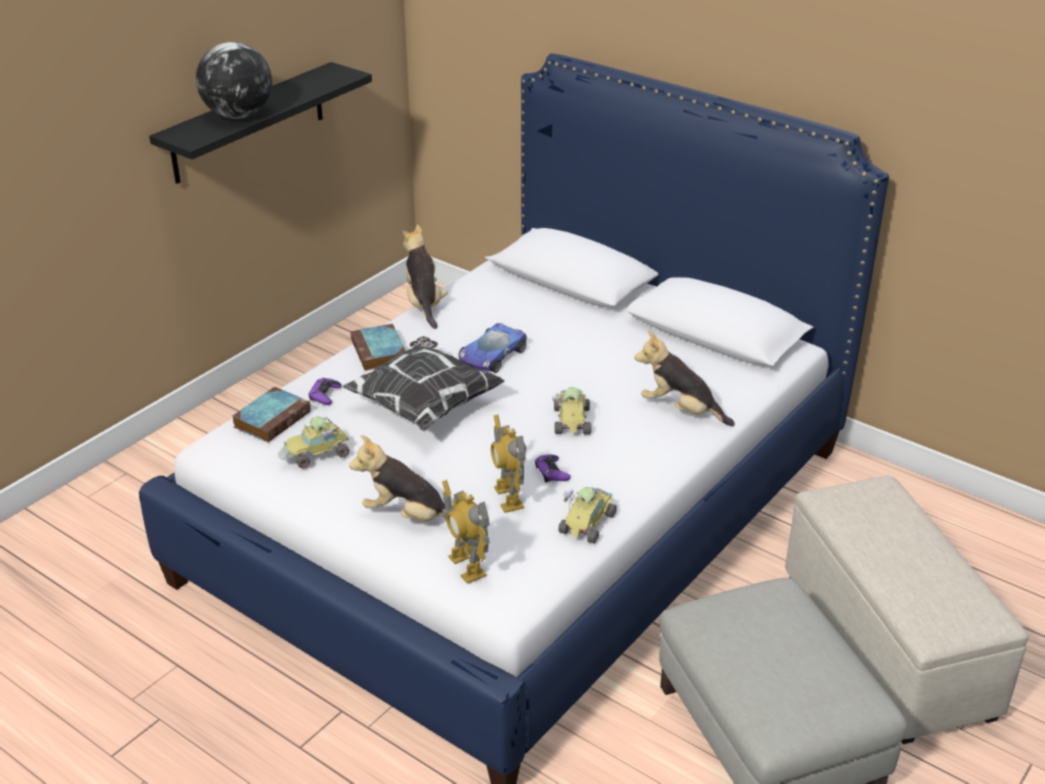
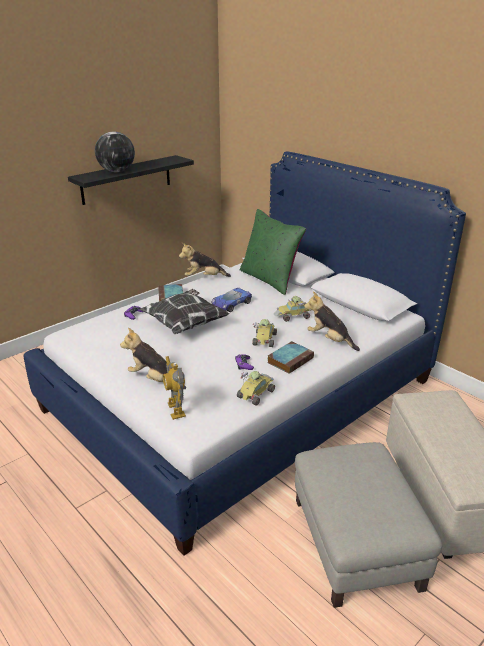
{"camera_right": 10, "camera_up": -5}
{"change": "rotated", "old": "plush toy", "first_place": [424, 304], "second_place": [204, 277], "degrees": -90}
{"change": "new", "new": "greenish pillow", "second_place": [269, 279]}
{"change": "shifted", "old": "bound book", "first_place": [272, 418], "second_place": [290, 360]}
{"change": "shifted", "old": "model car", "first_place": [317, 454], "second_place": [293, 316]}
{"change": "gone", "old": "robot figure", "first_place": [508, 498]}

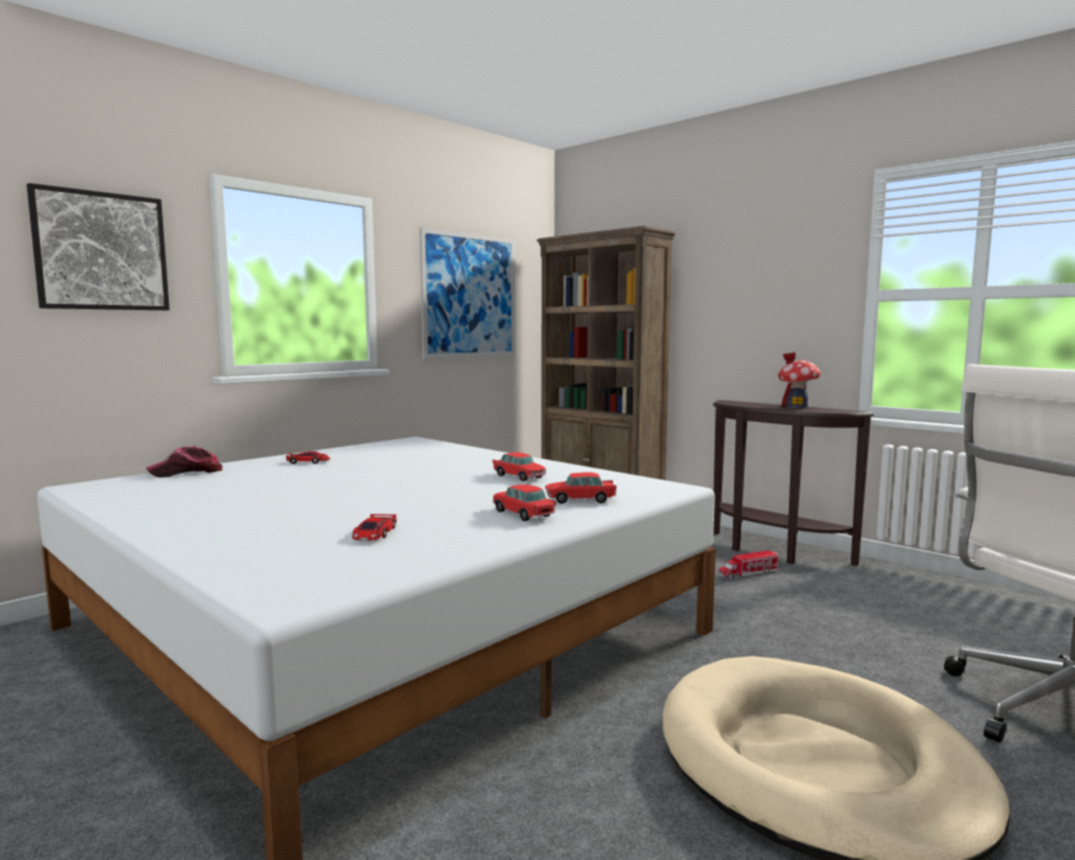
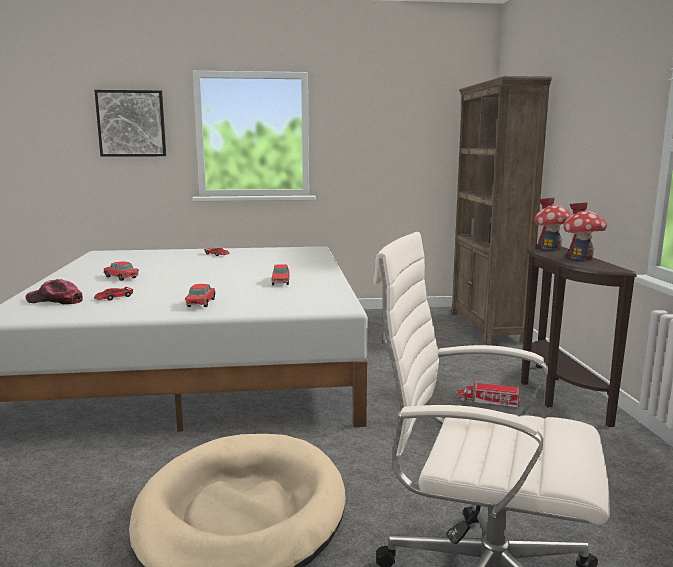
{"camera_right": 40, "camera_up": 5}
{"change": "shifted", "old": "cap", "first_place": [186, 472], "second_place": [55, 301]}
{"change": "shifted", "old": "model car", "first_place": [580, 500], "second_place": [121, 277]}
{"change": "new", "new": "miniature house", "second_place": [551, 248]}
{"change": "gone", "old": "wall art", "first_place": [470, 296]}

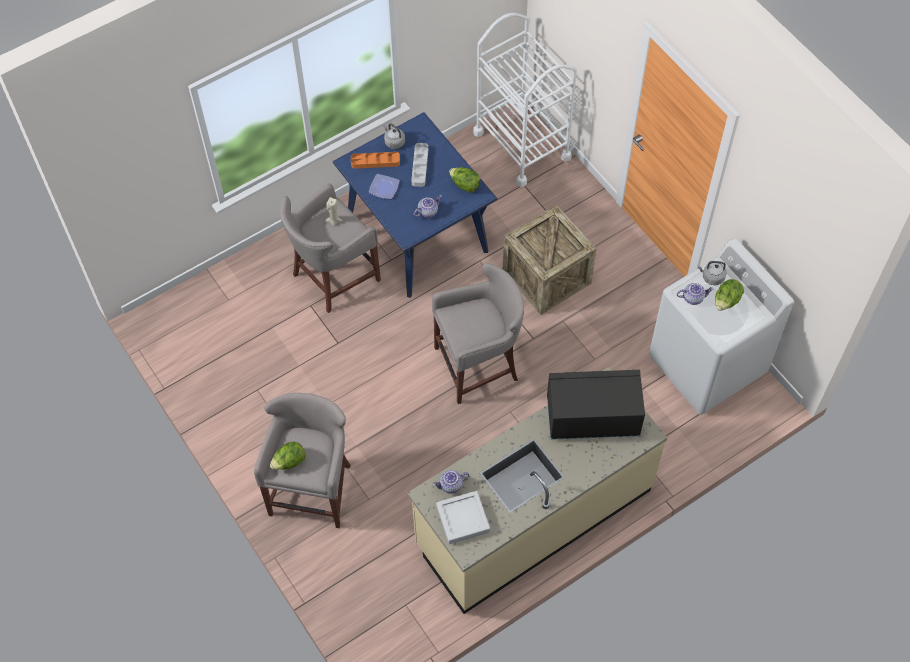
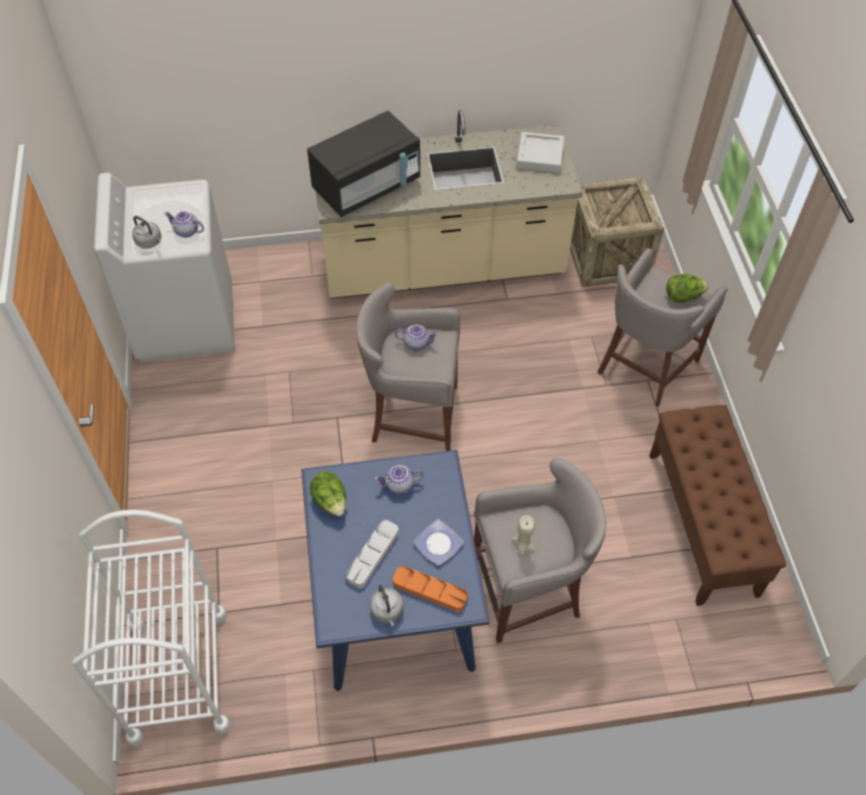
{"camera_right": -155, "camera_up": -5}
{"change": "rotated", "old": "blackish microwave", "first_place": [592, 417], "second_place": [367, 186], "degrees": -60}
{"change": "shifted", "old": "tea pot", "first_place": [451, 486], "second_place": [417, 343]}
{"change": "shifted", "old": "crate", "first_place": [546, 277], "second_place": [607, 256]}
{"change": "new", "new": "brownish long seat", "second_place": [702, 523]}
{"change": "gone", "old": "lettuce head", "first_place": [726, 301]}

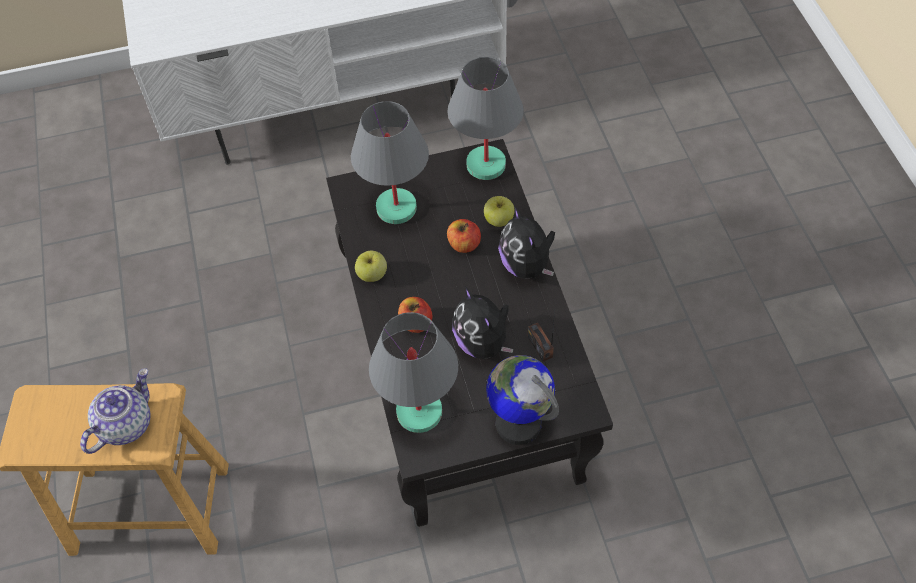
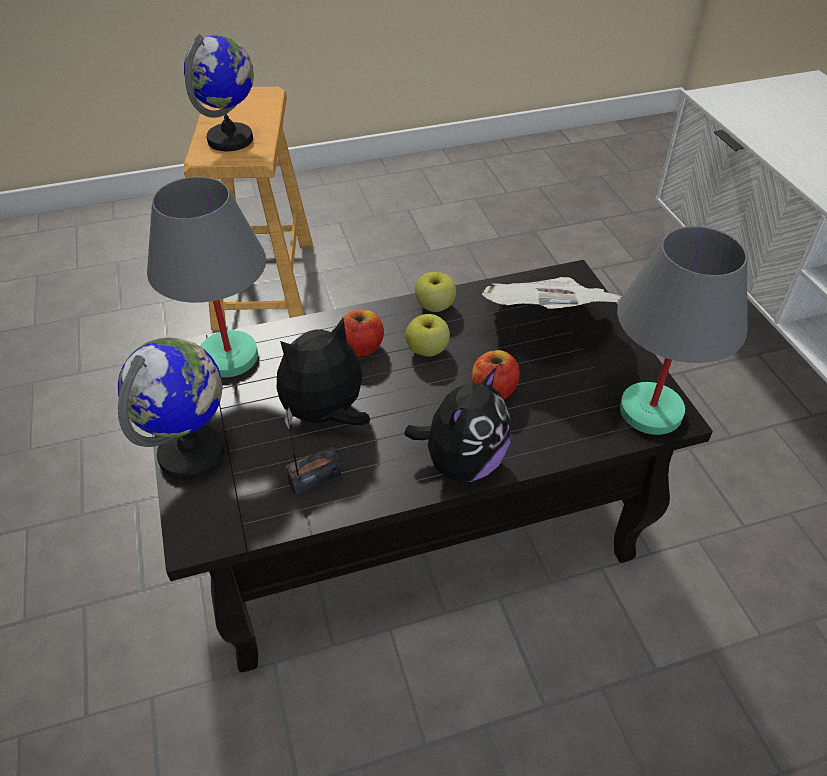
{"camera_right": 85, "camera_up": -10}
{"change": "swapped", "old": "tea pot", "new": "world globe", "first_place": [125, 424], "second_place": [231, 139]}
{"change": "rotated", "old": "plush toy", "first_place": [526, 265], "second_place": [462, 462], "degrees": 150}
{"change": "shifted", "old": "apple", "first_place": [499, 220], "second_place": [427, 350]}
{"change": "swapped", "old": "gray tabletop lamp", "new": "printed paper", "first_place": [395, 208], "second_place": [546, 321]}

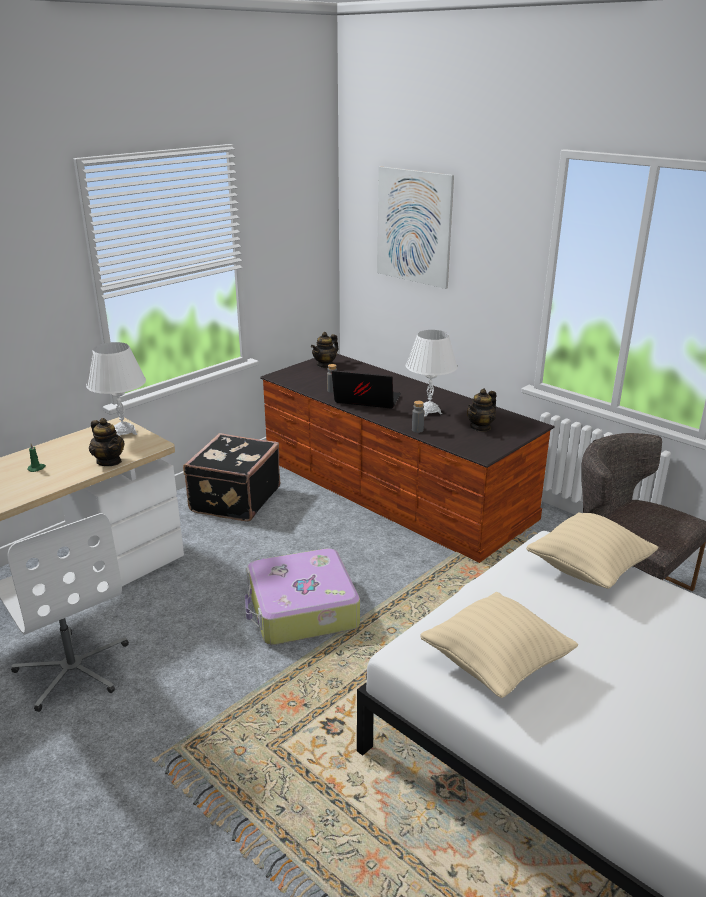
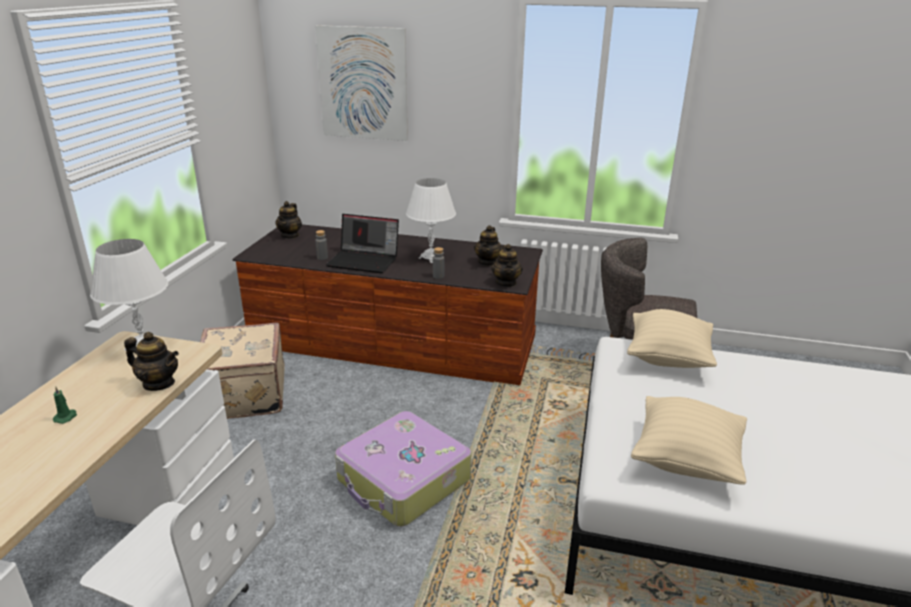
{"camera_right": -30, "camera_up": 0}
{"change": "repainted", "old": "blackish travel case", "new": "beige-coloured travel case", "first_place": [234, 499], "second_place": [243, 395]}
{"change": "rotated", "old": "notebook computer", "first_place": [365, 401], "second_place": [364, 261], "degrees": -150}
{"change": "new", "new": "tea pot", "second_place": [506, 283]}

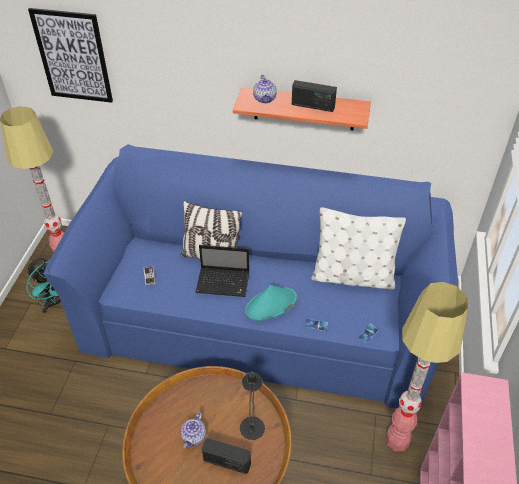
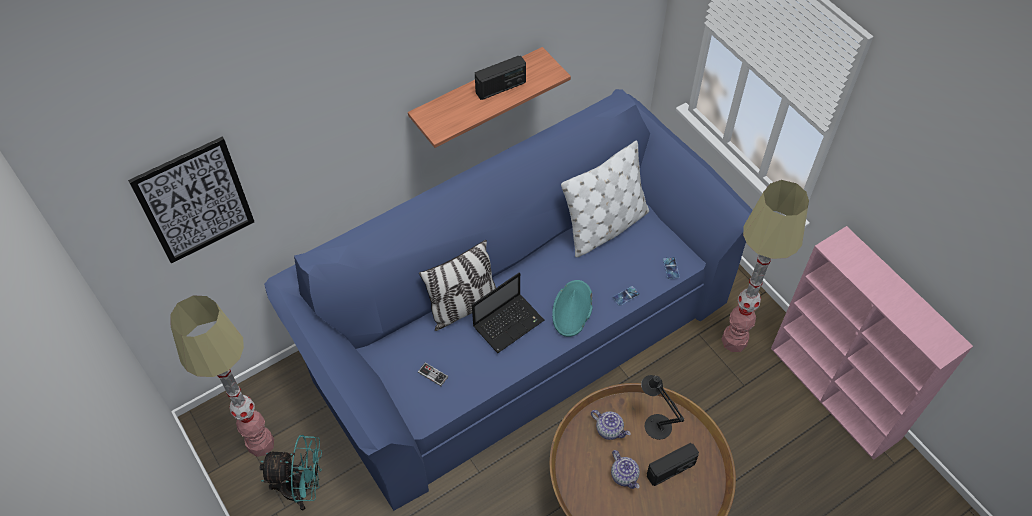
{"camera_right": -45, "camera_up": 10}
{"change": "shifted", "old": "tea pot", "first_place": [265, 99], "second_place": [609, 429]}

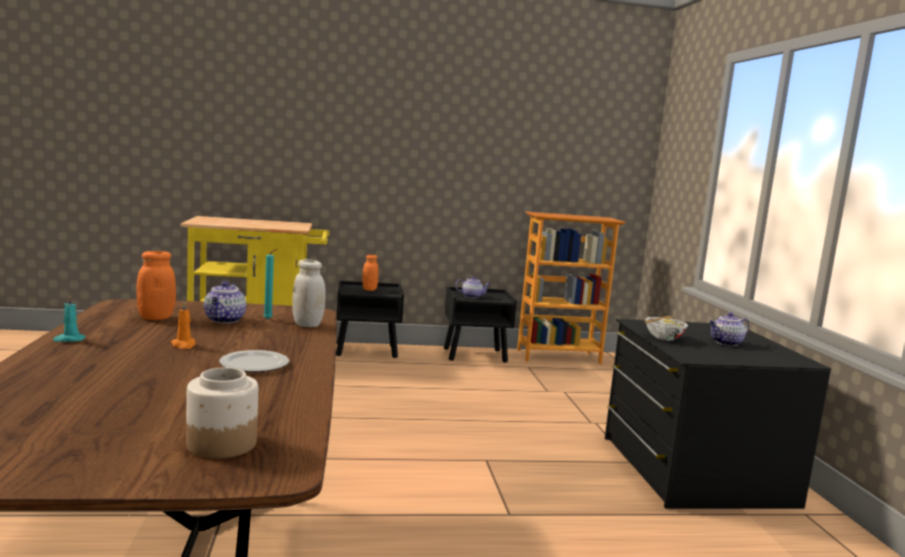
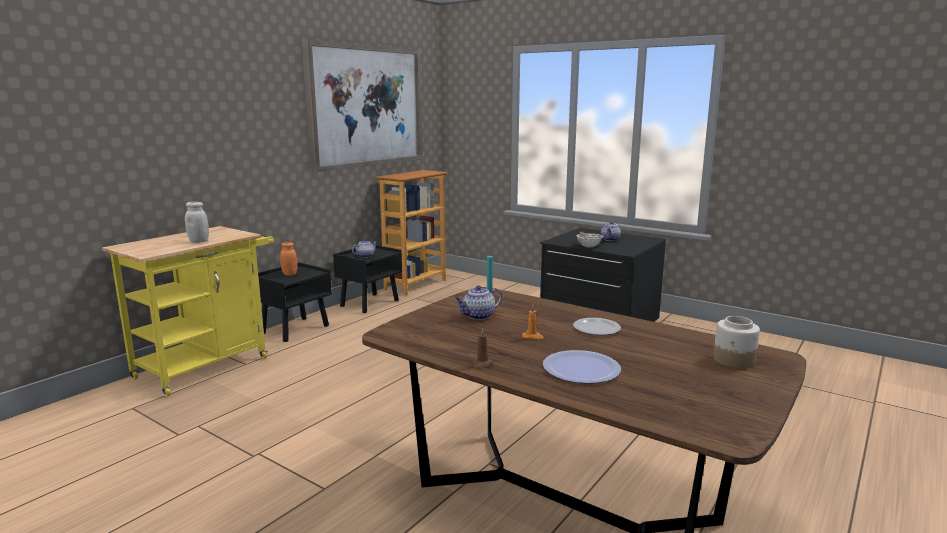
{"camera_right": -45, "camera_up": 5}
{"change": "shifted", "old": "white jar", "first_place": [307, 324], "second_place": [199, 241]}
{"change": "new", "new": "wall art", "second_place": [366, 106]}
{"change": "rotated", "old": "tea pot", "first_place": [225, 320], "second_place": [478, 316], "degrees": 105}
{"change": "repainted", "old": "turquoise-coloured wax light", "new": "brownish wax light", "first_place": [69, 339], "second_place": [482, 364]}
{"change": "new", "new": "dinner plate", "second_place": [581, 369]}
{"change": "gone", "old": "orange jar", "first_place": [156, 317]}

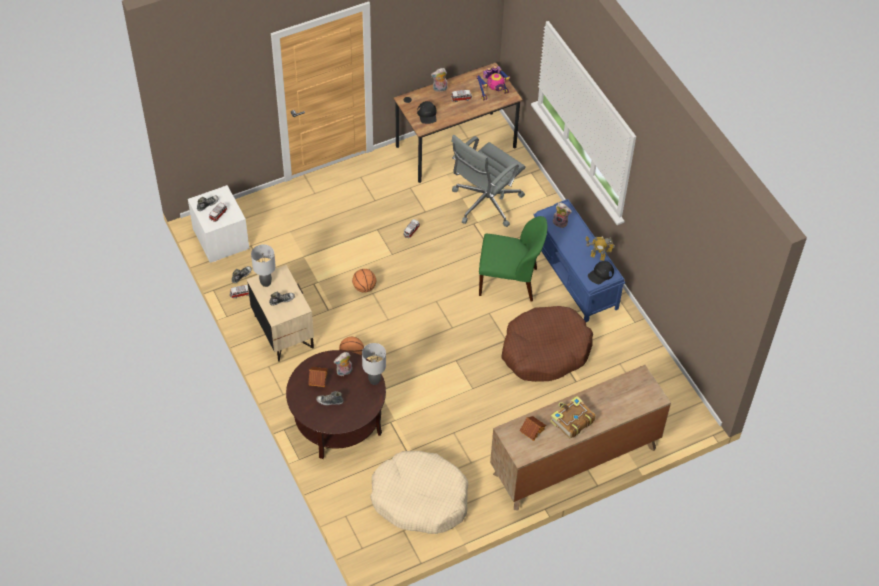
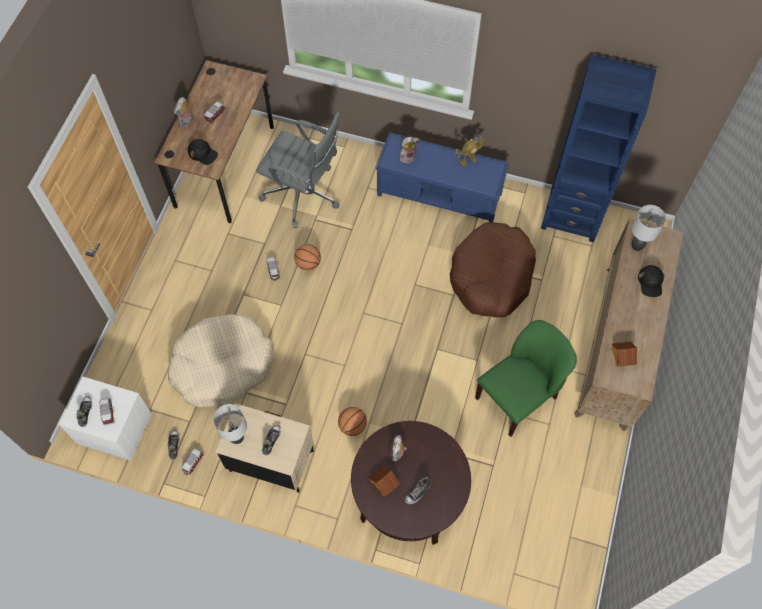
{"camera_right": -45, "camera_up": 10}
{"change": "shifted", "old": "beige-coloured dog cushion", "first_place": [420, 499], "second_place": [222, 365]}
{"change": "rotated", "old": "gray computer chair", "first_place": [485, 203], "second_place": [304, 194], "degrees": -60}
{"change": "shifted", "old": "basketball", "first_place": [364, 287], "second_place": [308, 263]}
{"change": "shifted", "old": "greenish plain chair", "first_place": [509, 281], "second_place": [517, 397]}
{"change": "new", "new": "bluish bookcase", "second_place": [571, 216]}
{"change": "shifted", "old": "gray tabletop lamp", "first_place": [374, 380], "second_place": [636, 246]}
{"change": "shifted", "old": "blackish cap", "first_place": [600, 274], "second_place": [650, 282]}
{"change": "gone", "old": "robot figure", "first_place": [493, 93]}
{"change": "gone", "old": "bound book", "first_place": [571, 421]}

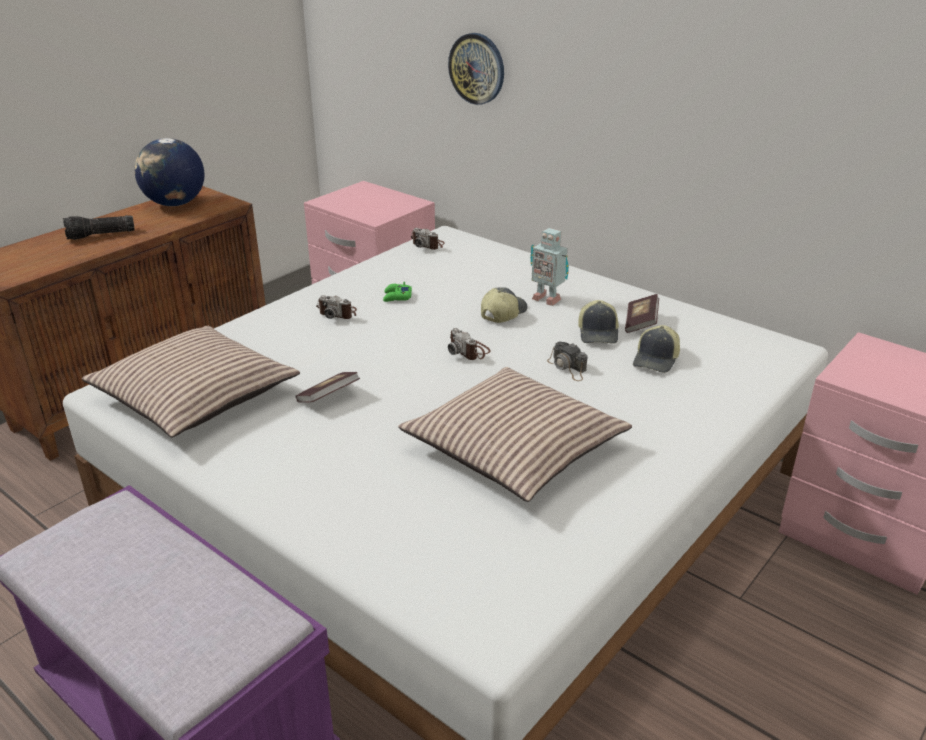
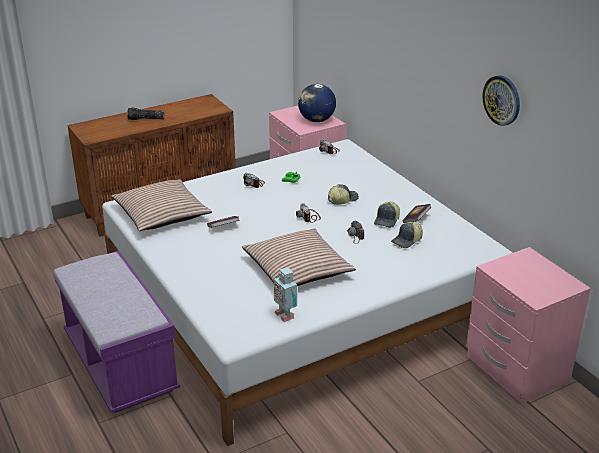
{"camera_right": 20, "camera_up": 0}
{"change": "shifted", "old": "robot figure", "first_place": [546, 298], "second_place": [285, 315]}
{"change": "shifted", "old": "world globe", "first_place": [175, 204], "second_place": [316, 120]}
{"change": "shifted", "old": "hanging clock", "first_place": [477, 68], "second_place": [502, 100]}

